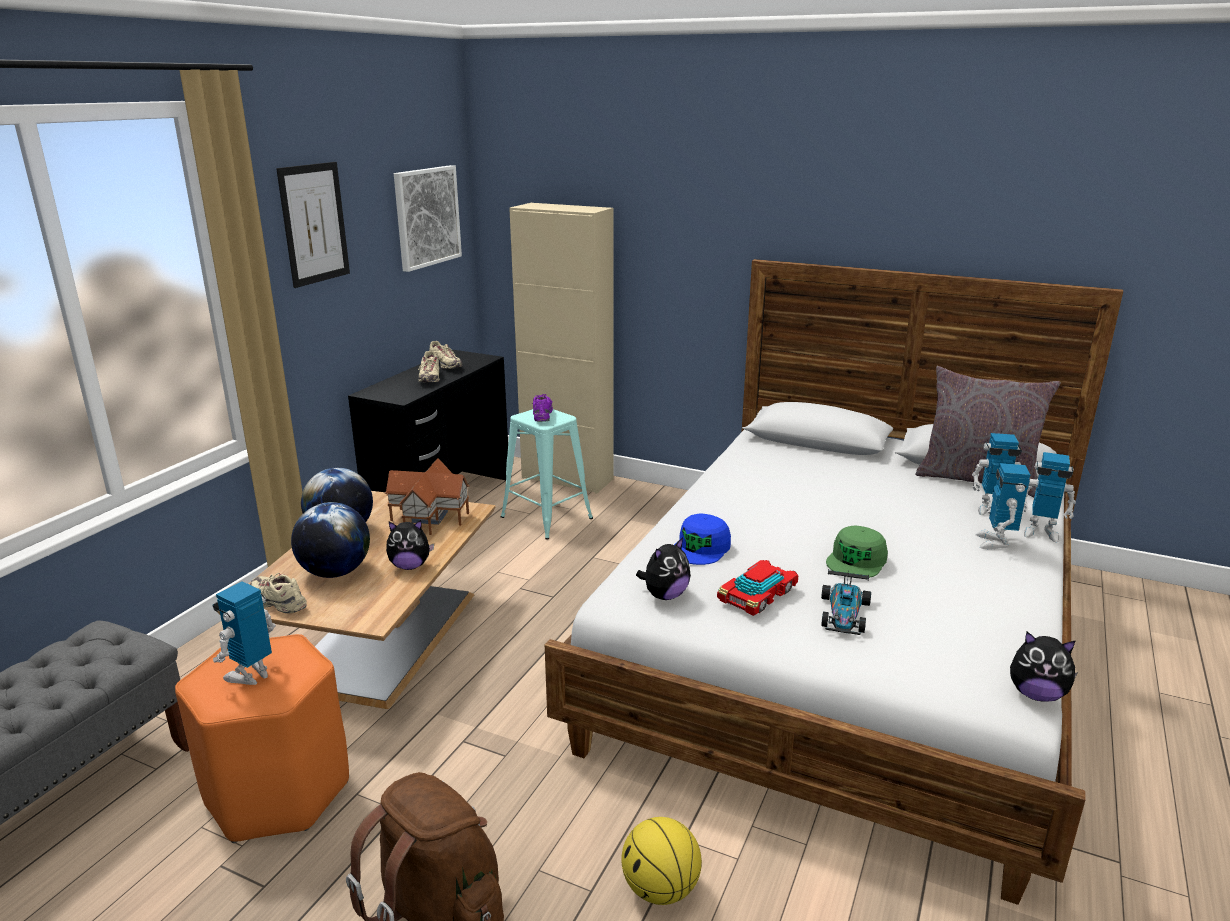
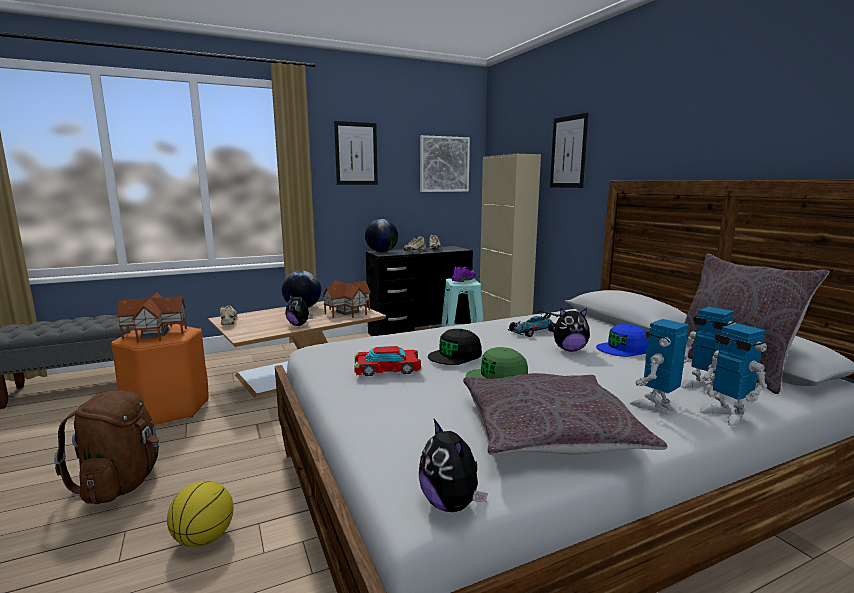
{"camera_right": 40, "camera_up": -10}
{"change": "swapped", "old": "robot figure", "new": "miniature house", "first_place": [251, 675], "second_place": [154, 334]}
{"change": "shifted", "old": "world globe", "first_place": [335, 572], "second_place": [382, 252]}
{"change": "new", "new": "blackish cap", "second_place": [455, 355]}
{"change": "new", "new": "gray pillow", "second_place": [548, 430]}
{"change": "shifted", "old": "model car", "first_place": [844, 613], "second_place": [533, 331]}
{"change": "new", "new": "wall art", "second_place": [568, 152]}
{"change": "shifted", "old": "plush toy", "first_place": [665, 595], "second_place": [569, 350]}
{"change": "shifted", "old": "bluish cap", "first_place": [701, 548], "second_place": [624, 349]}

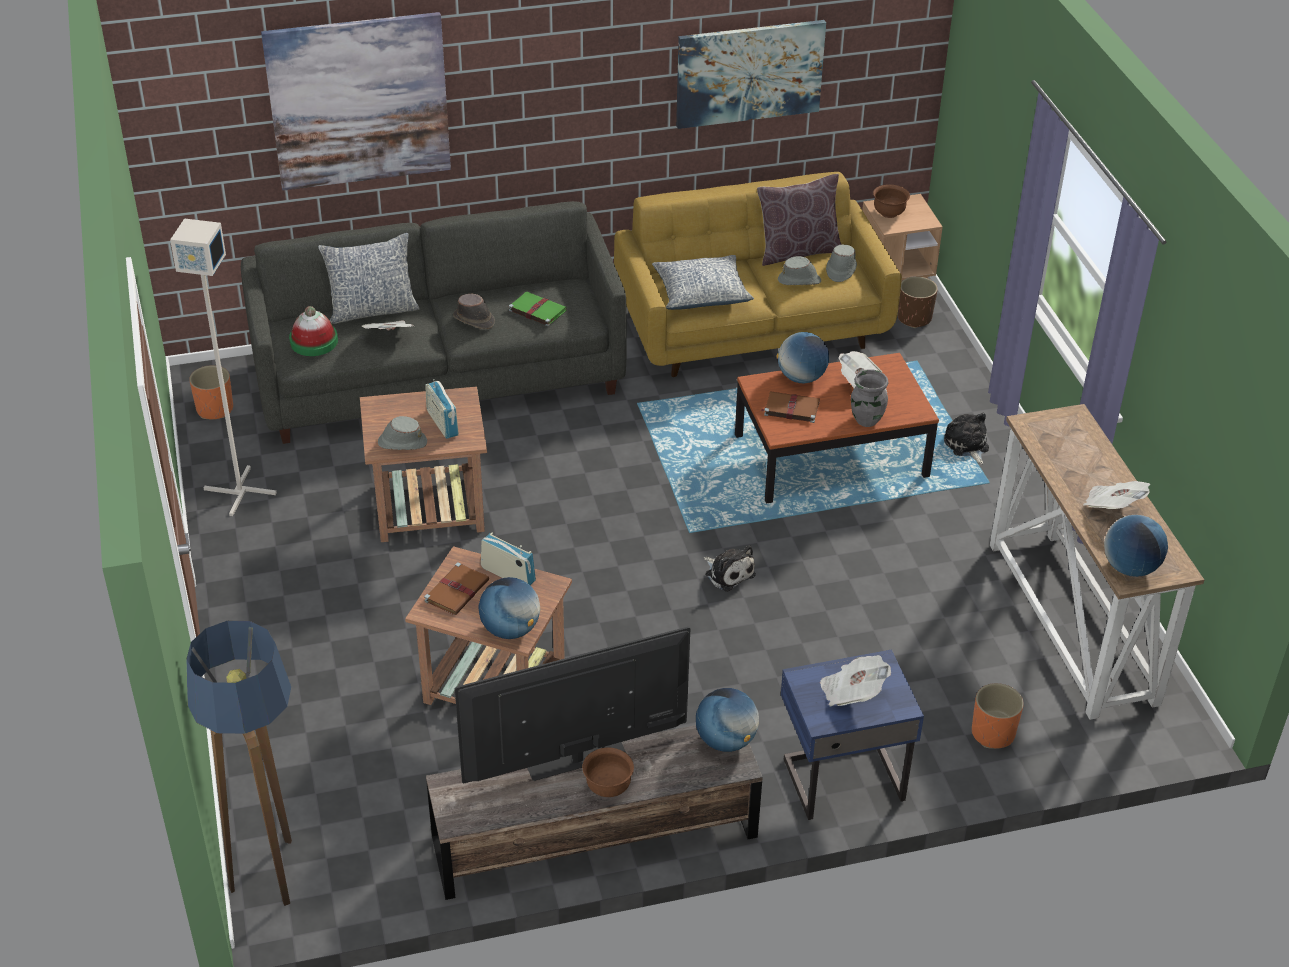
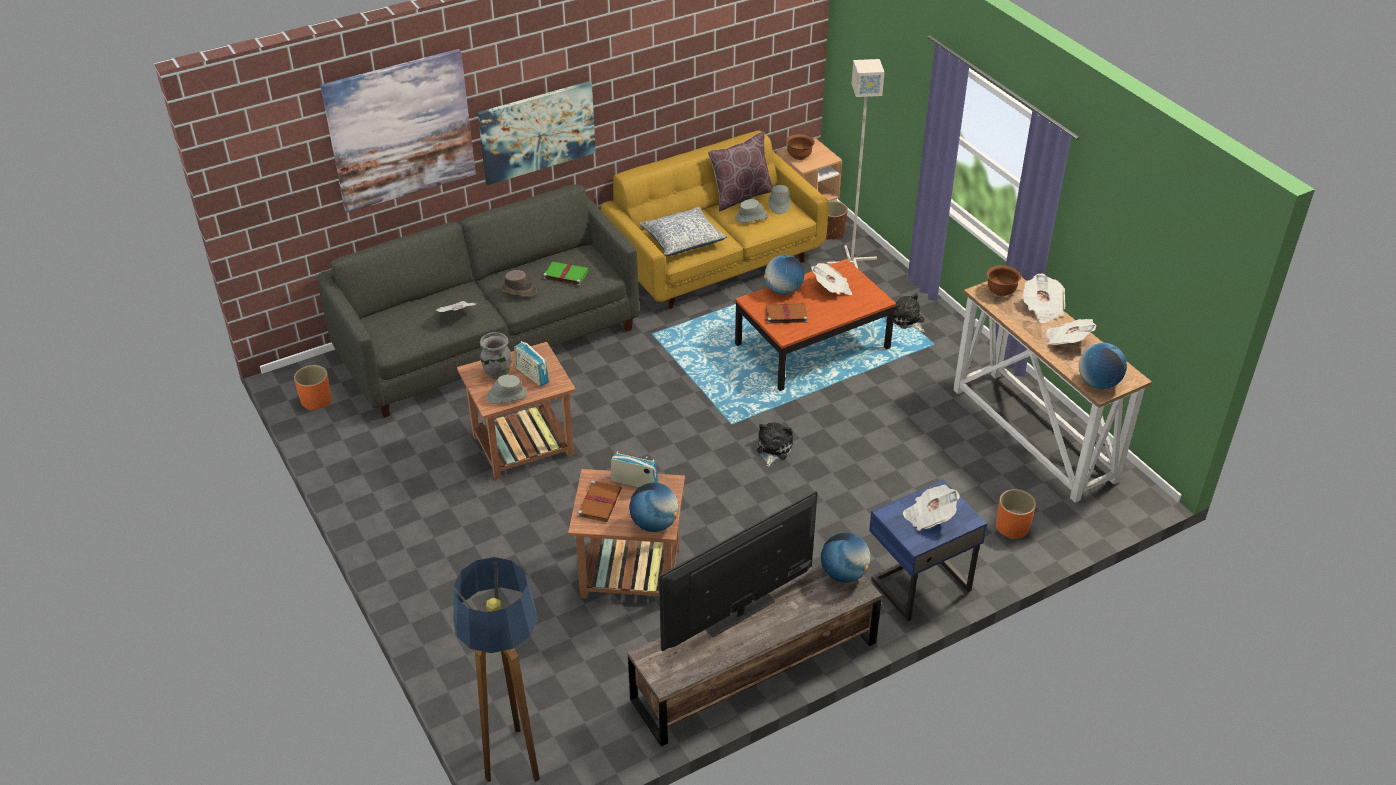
{"camera_right": -15, "camera_up": 0}
{"change": "shifted", "old": "wall art", "first_place": [749, 73], "second_place": [537, 132]}
{"change": "shifted", "old": "gray vase", "first_place": [866, 420], "second_place": [497, 374]}
{"change": "rotated", "old": "plush toy", "first_place": [728, 573], "second_place": [773, 449], "degrees": -105}
{"change": "shifted", "old": "gray standard lamp", "first_place": [239, 491], "second_place": [851, 262]}
{"change": "shifted", "old": "brownish bowl", "first_place": [608, 787], "second_place": [1000, 291]}
{"change": "new", "new": "printed paper", "second_place": [1042, 309]}
{"change": "gone", "old": "clothing hat", "first_place": [314, 341]}
{"change": "gone", "old": "pillow", "first_place": [372, 310]}

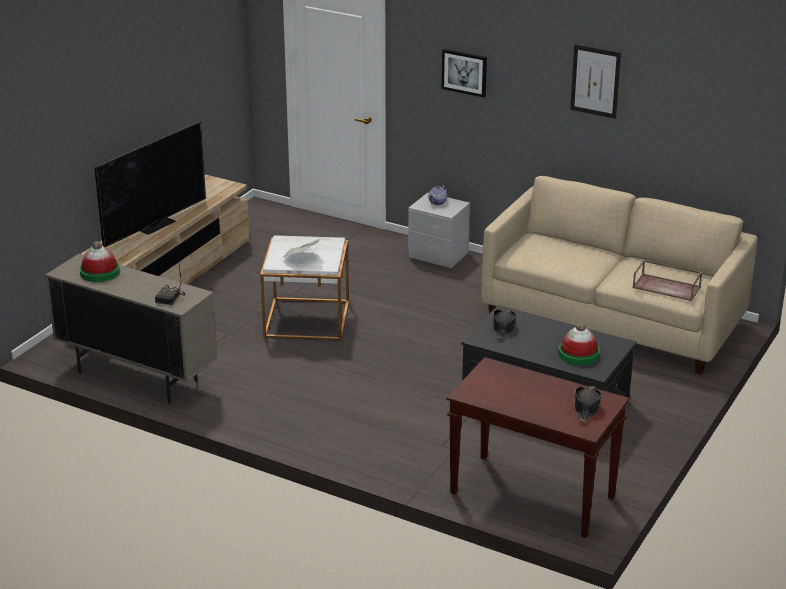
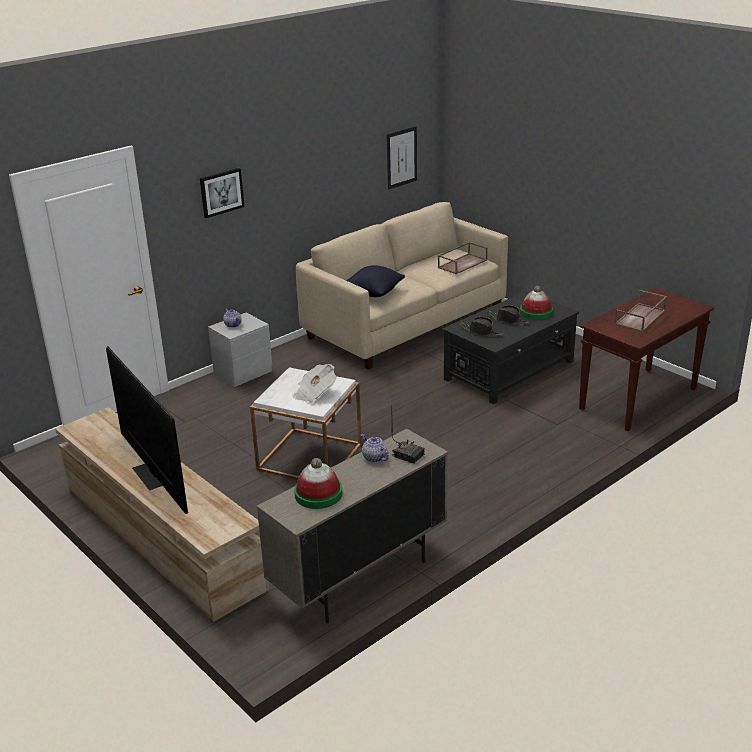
{"camera_right": -70, "camera_up": 0}
{"change": "new", "new": "blackish pillow", "second_place": [373, 293]}
{"change": "new", "new": "tea pot", "second_place": [374, 458]}
{"change": "shifted", "old": "wall art", "first_place": [595, 81], "second_place": [401, 157]}
{"change": "shifted", "old": "blackish clothing hat", "first_place": [587, 408], "second_place": [508, 320]}
{"change": "new", "new": "brownish serving tray", "second_place": [640, 318]}

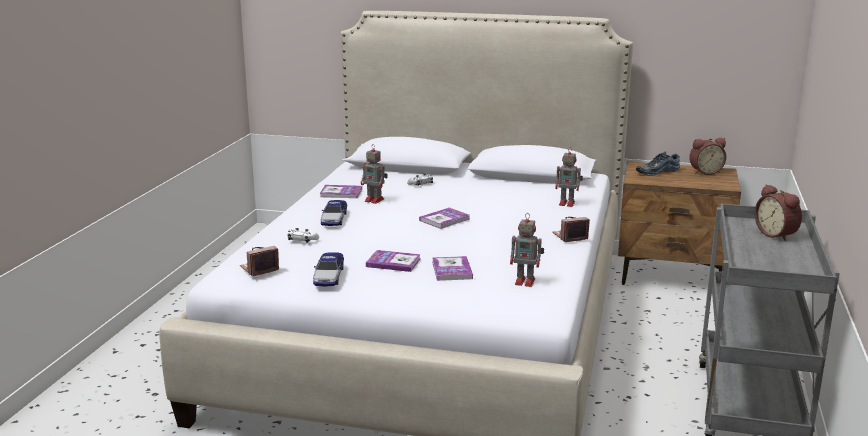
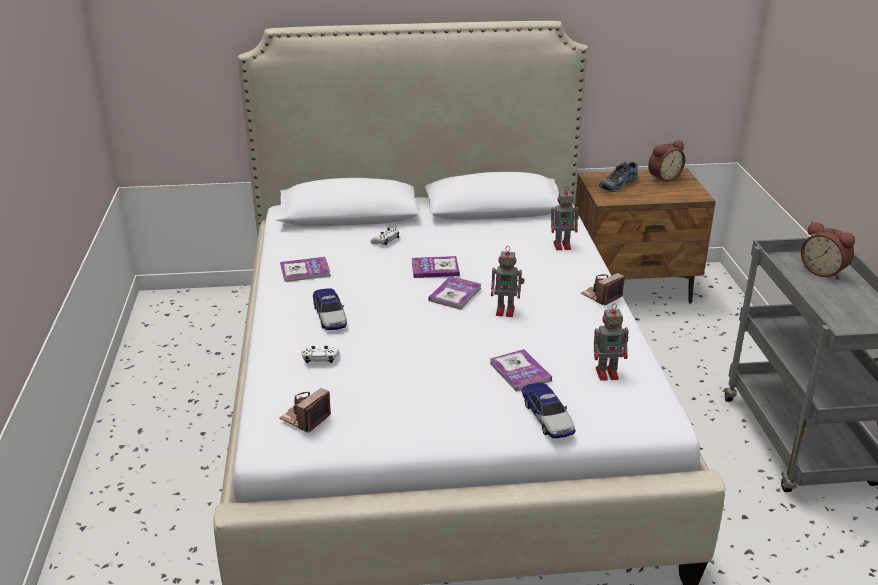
{"camera_right": -20, "camera_up": 10}
{"change": "shifted", "old": "bound book", "first_place": [393, 262], "second_place": [435, 268]}
{"change": "shifted", "old": "robot figure", "first_place": [375, 200], "second_place": [506, 311]}
{"change": "shifted", "old": "model car", "first_place": [329, 276], "second_place": [547, 416]}

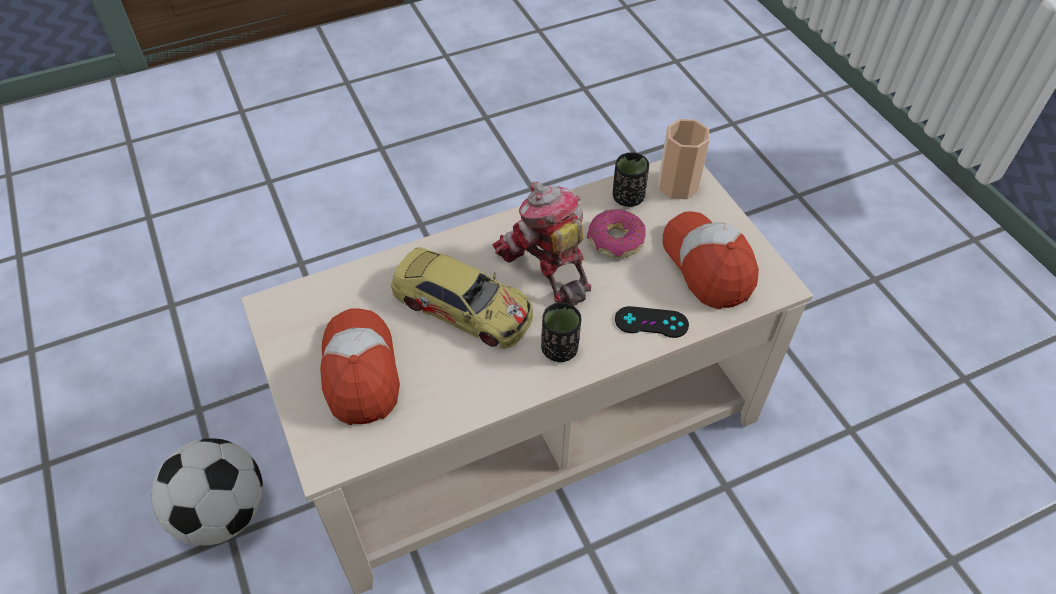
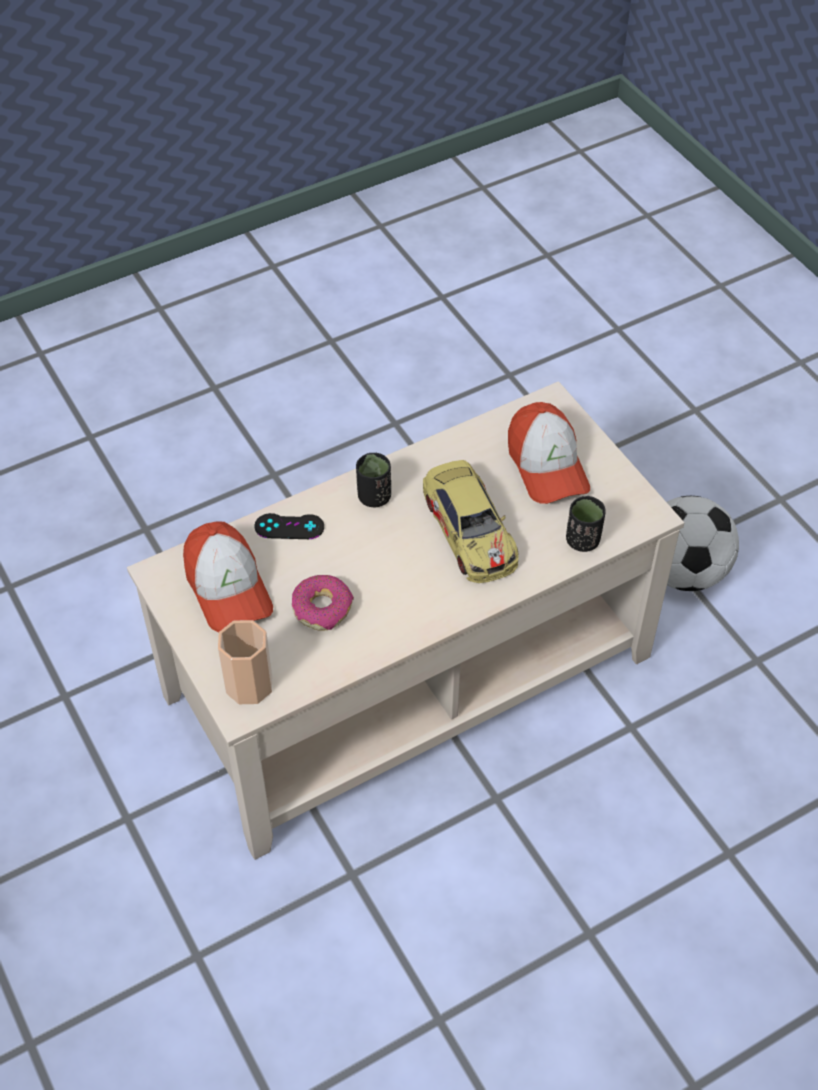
{"camera_right": 175, "camera_up": 0}
{"change": "rotated", "old": "model car", "first_place": [463, 305], "second_place": [469, 529], "degrees": -135}
{"change": "shifted", "old": "blackish small cup", "first_place": [628, 197], "second_place": [582, 540]}
{"change": "gone", "old": "robot figure", "first_place": [545, 264]}

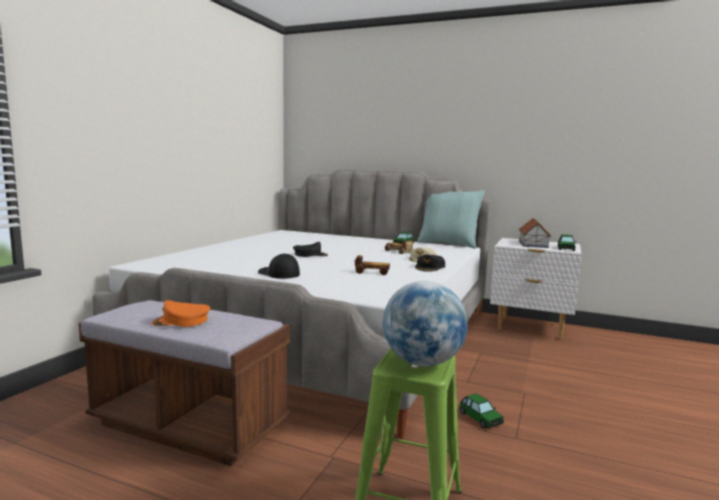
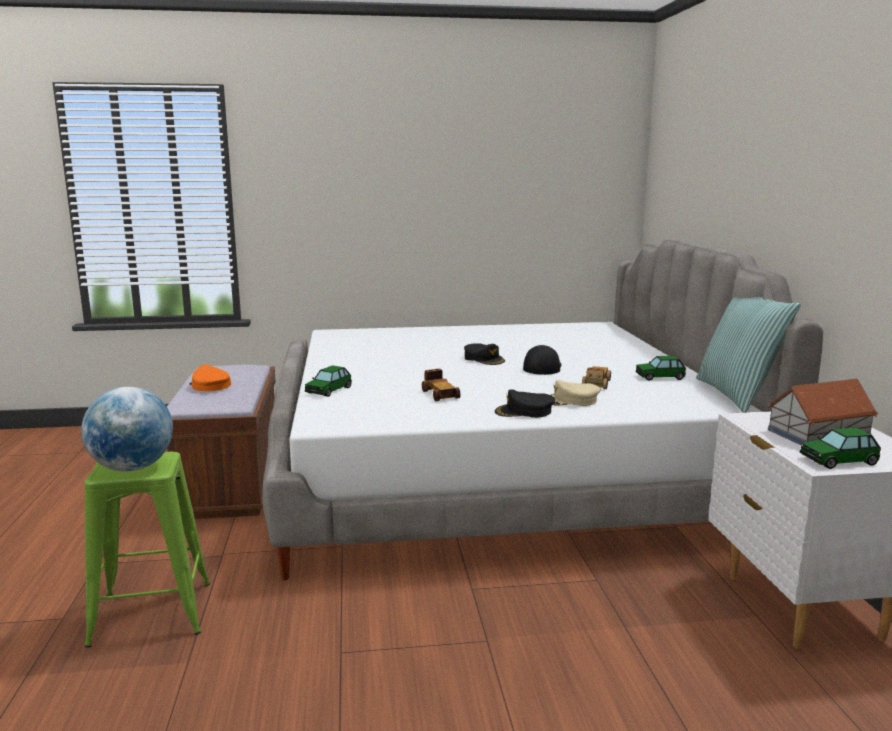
{"camera_right": 60, "camera_up": 5}
{"change": "shifted", "old": "model car", "first_place": [480, 418], "second_place": [328, 390]}
{"change": "shifted", "old": "cap", "first_place": [278, 273], "second_place": [542, 367]}

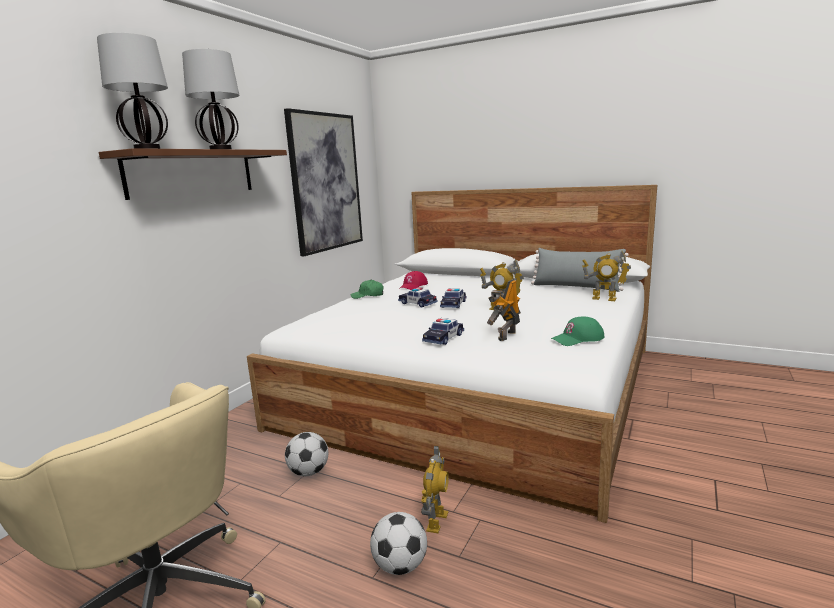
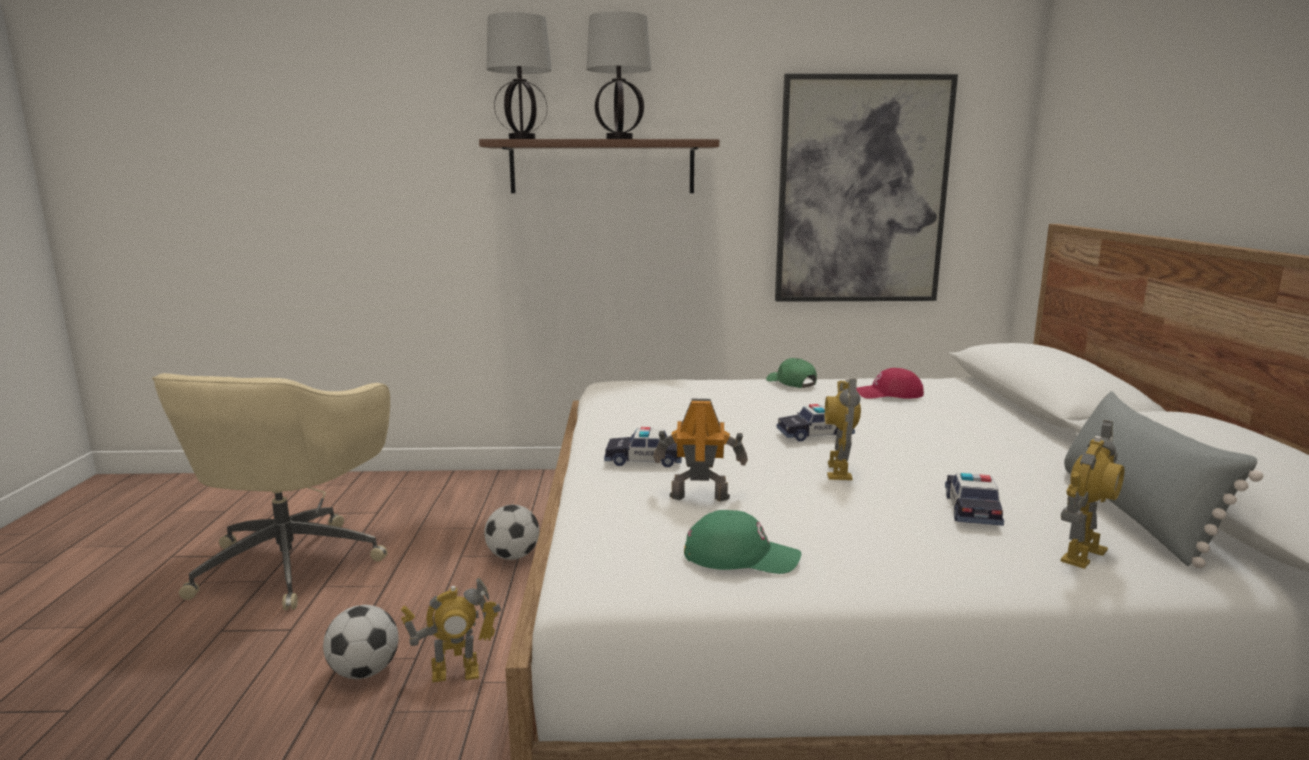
{"camera_right": 60, "camera_up": 0}
{"change": "rotated", "old": "greenish cap", "first_place": [577, 339], "second_place": [741, 556], "degrees": 150}
{"change": "shifted", "old": "model car", "first_place": [417, 303], "second_place": [971, 509]}
{"change": "rotated", "old": "robot figure", "first_place": [604, 299], "second_place": [1081, 554], "degrees": -135}

